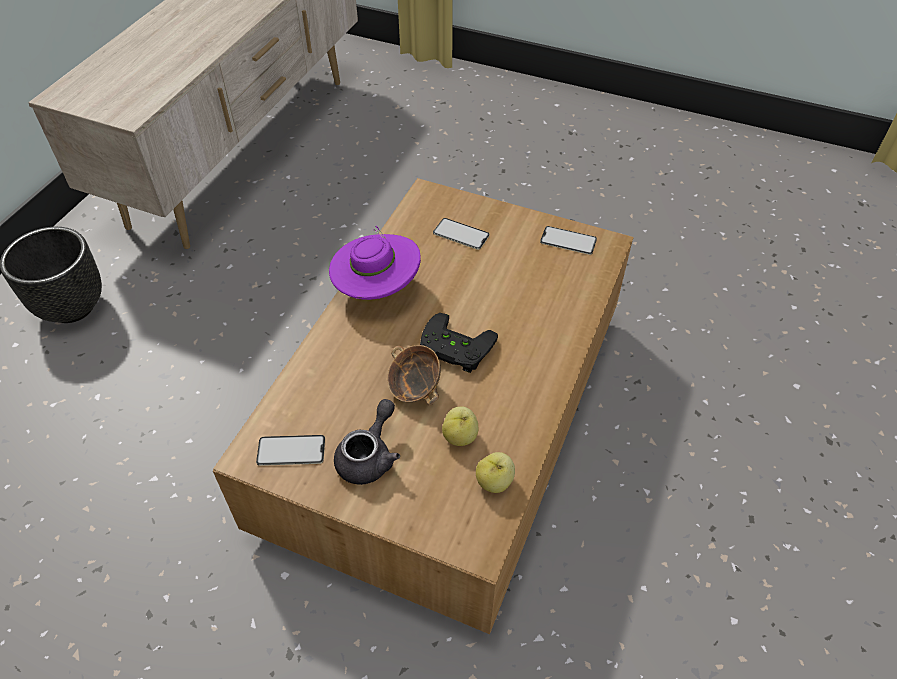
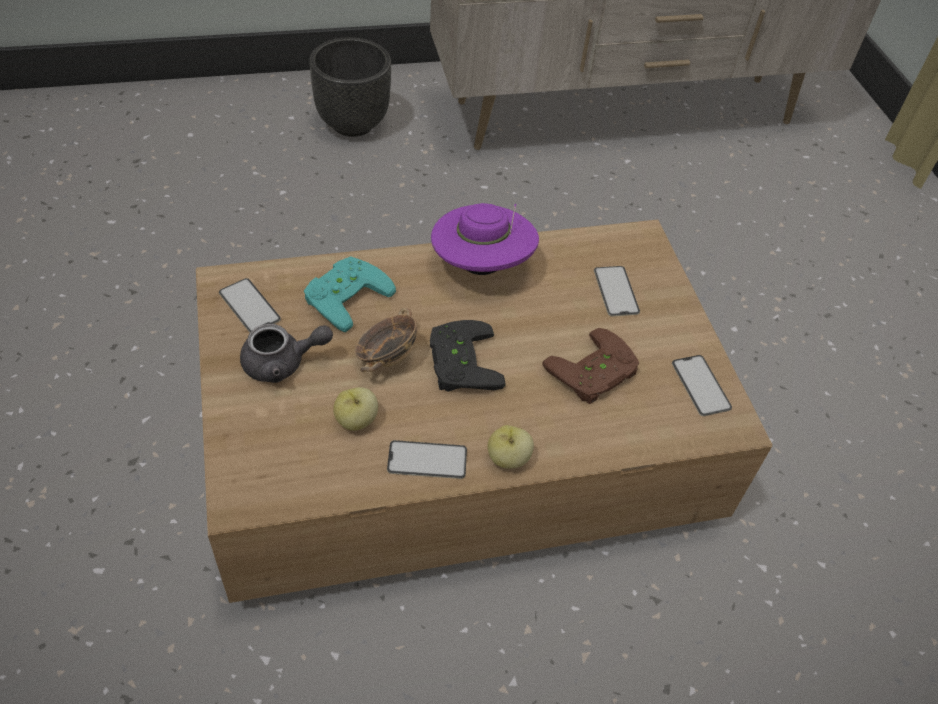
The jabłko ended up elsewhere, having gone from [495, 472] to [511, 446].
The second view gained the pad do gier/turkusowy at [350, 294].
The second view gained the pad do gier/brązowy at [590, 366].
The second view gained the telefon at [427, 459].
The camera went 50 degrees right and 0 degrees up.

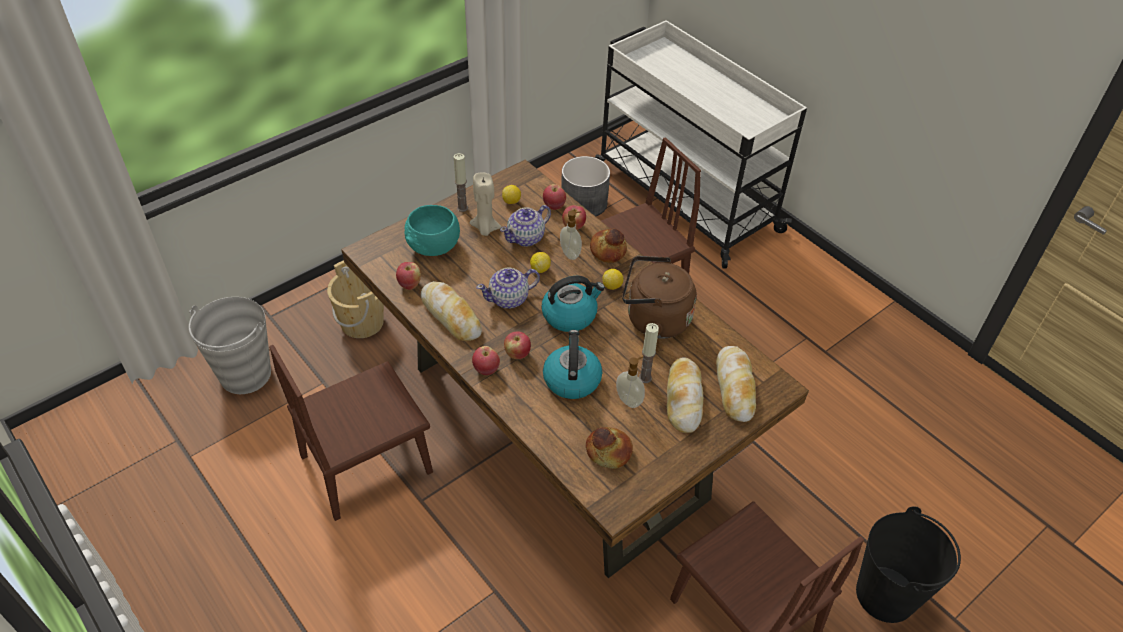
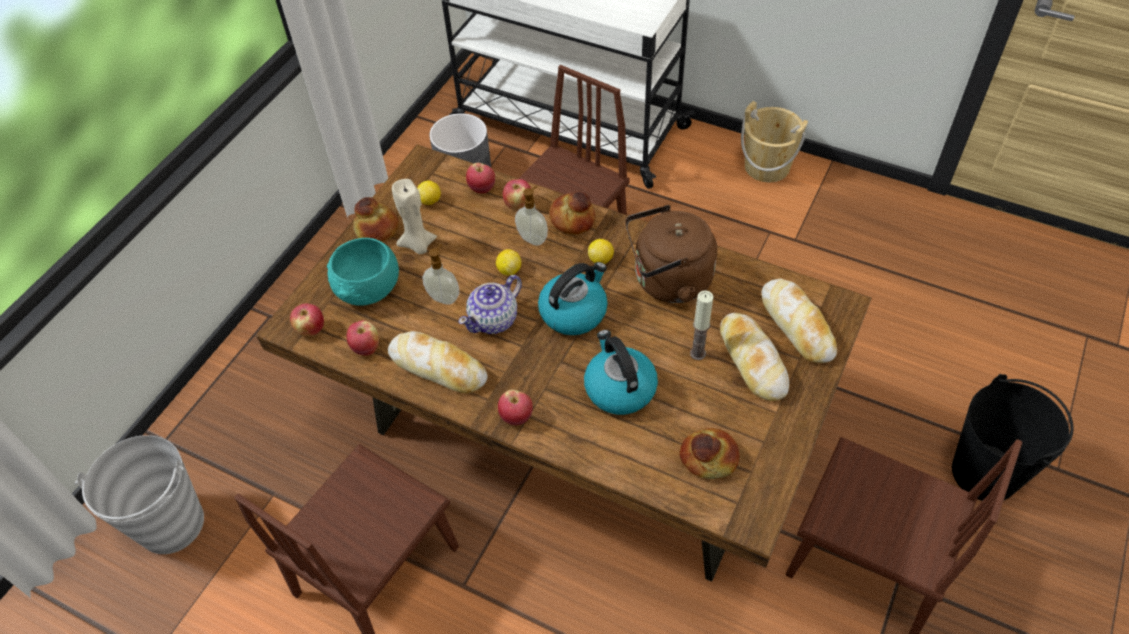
Where the świeca stood at [461, 182], the chleb came to stand at [376, 219].
The second view lost the imbryk at [525, 226].
The wiadro/beżowy ended up elsewhere, having gone from [355, 299] to [774, 141].
The jabłko ended up elsewhere, having gone from [517, 345] to [307, 320].
The dozownik mydła ended up elsewhere, having gone from [630, 382] to [441, 274].
The camera went 20 degrees left and 5 degrees up.

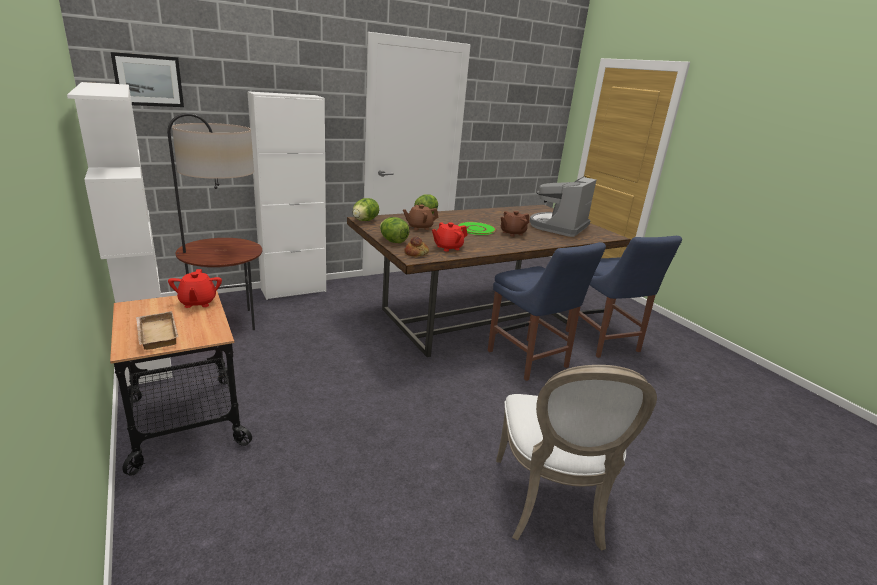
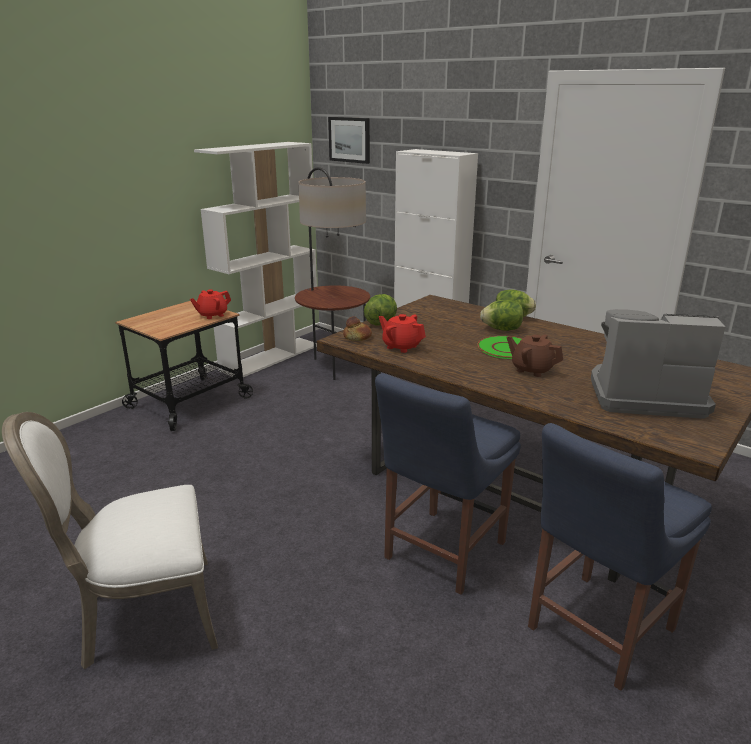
The sałata ended up elsewhere, having gone from [366, 209] to [501, 315].
The second view lost the imbryk/brązowy at [420, 217].
The second view lost the taca/beżowy at [157, 330].
The camera went 70 degrees right and 0 degrees up.

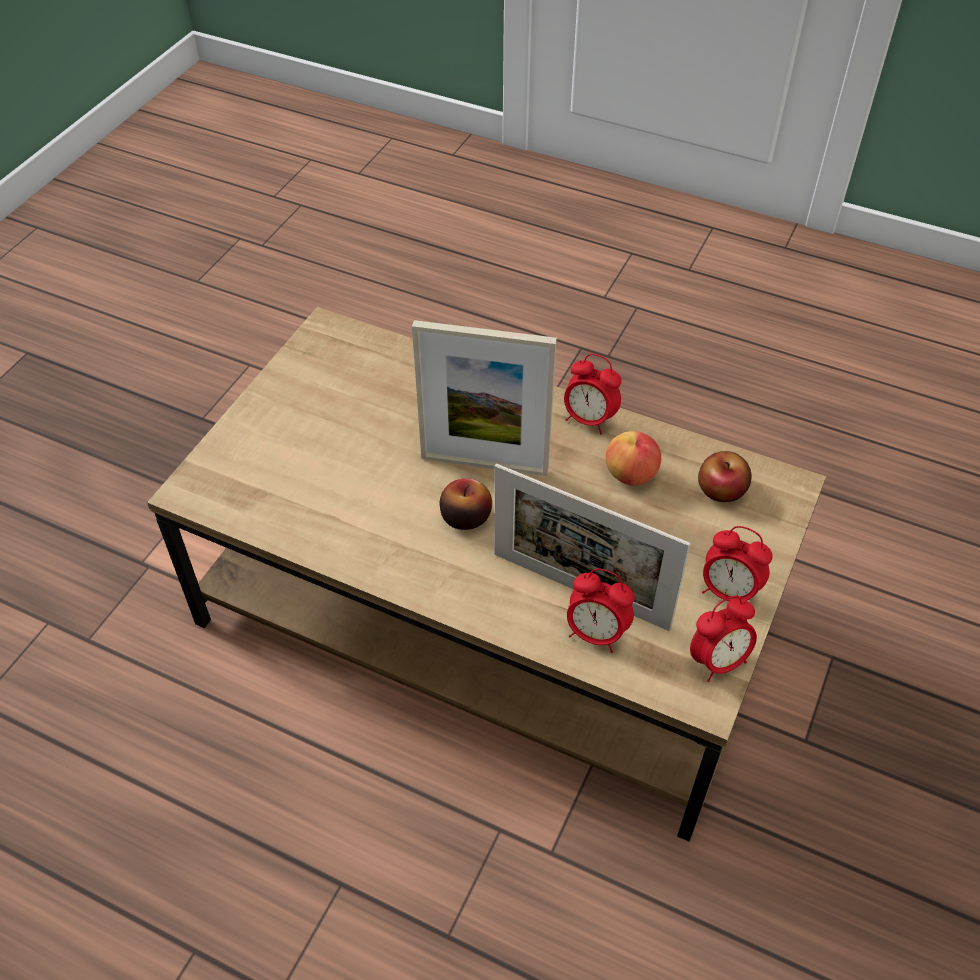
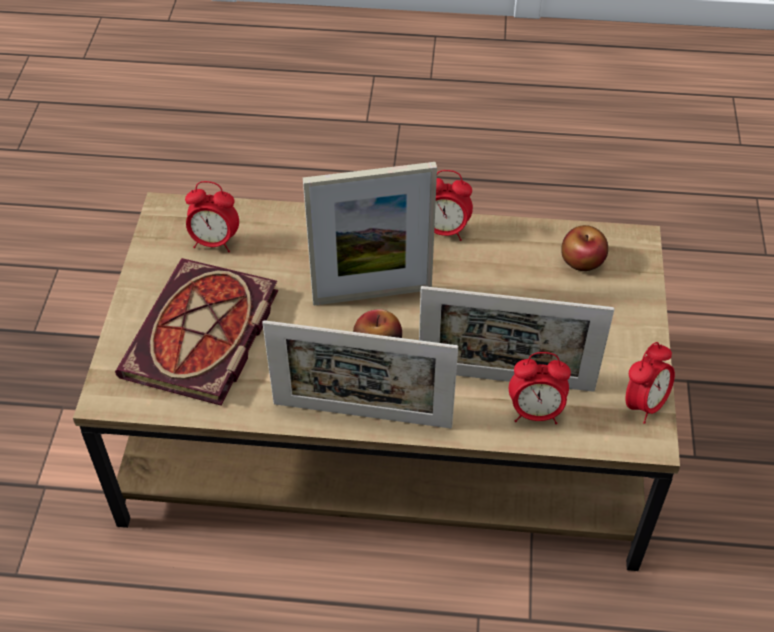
The second view lost the jabłko at [633, 458].
The budzik ended up elsewhere, having gone from [737, 563] to [212, 216].
The second view gained the książka at [196, 332].
The second view gained the ramka na zdjęcie at [360, 374].
The camera went 20 degrees left and 0 degrees up.

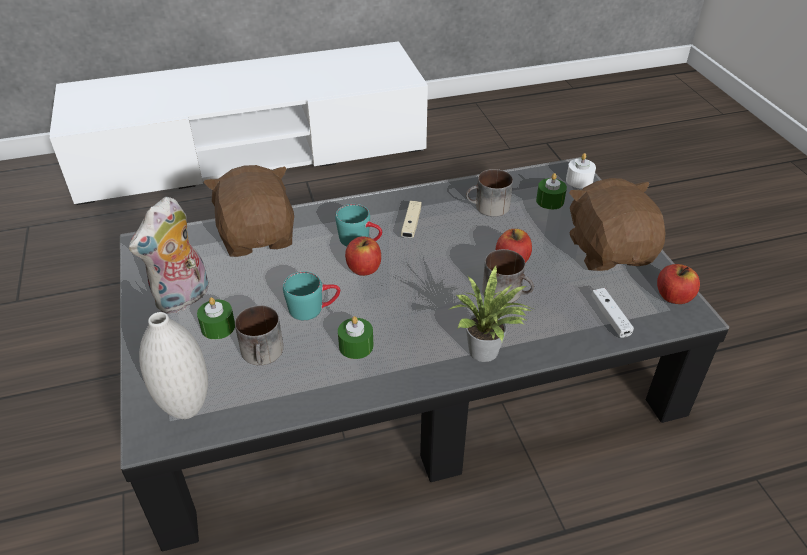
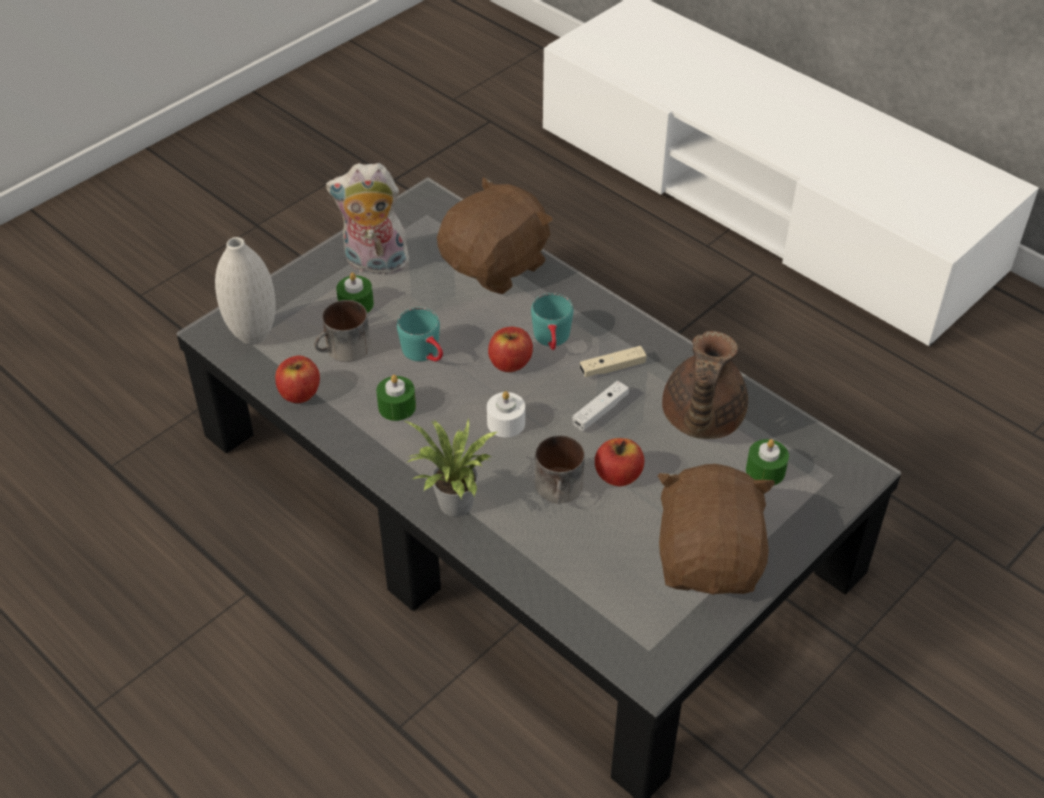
The świeca/biały ended up elsewhere, having gone from [581, 171] to [506, 414].
Where the kubek stood at [489, 193], the imbryk/brązowy came to stand at [705, 385].
The pluszak/brązowy at [617, 224] ended up facing another way, 45 degrees counterclockwise from before.
The jabłko ended up elsewhere, having gone from [678, 284] to [297, 379].
The pad do gier/biały ended up elsewhere, having gone from [612, 313] to [600, 405].
The camera went 60 degrees right and 5 degrees up.

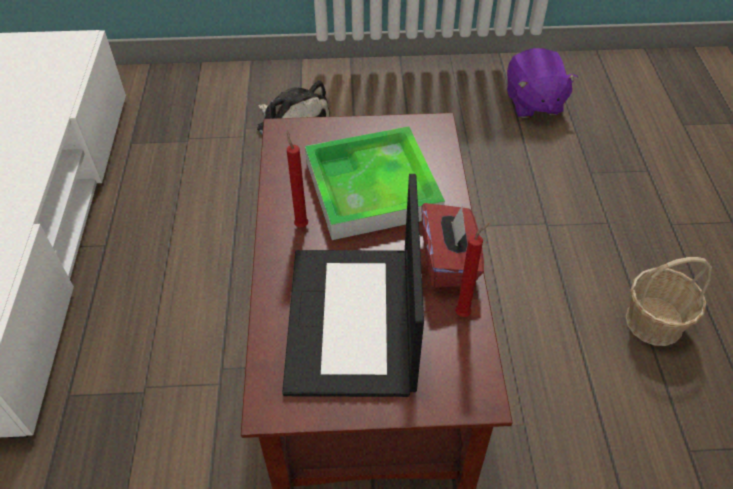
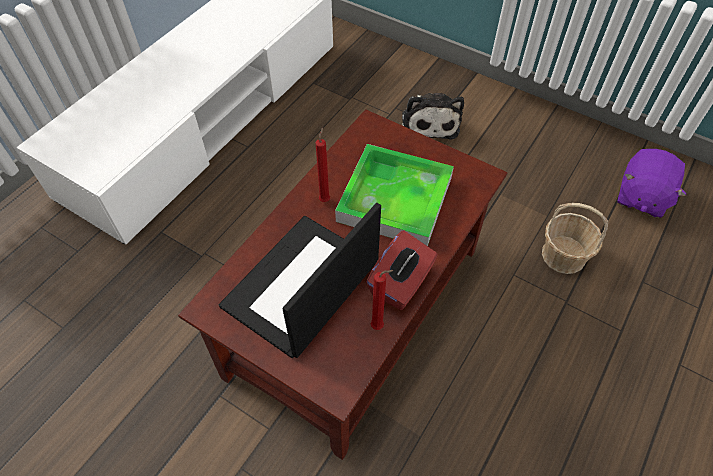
The koszyk ended up elsewhere, having gone from [668, 301] to [575, 238].
The camera went 35 degrees right and 5 degrees up.

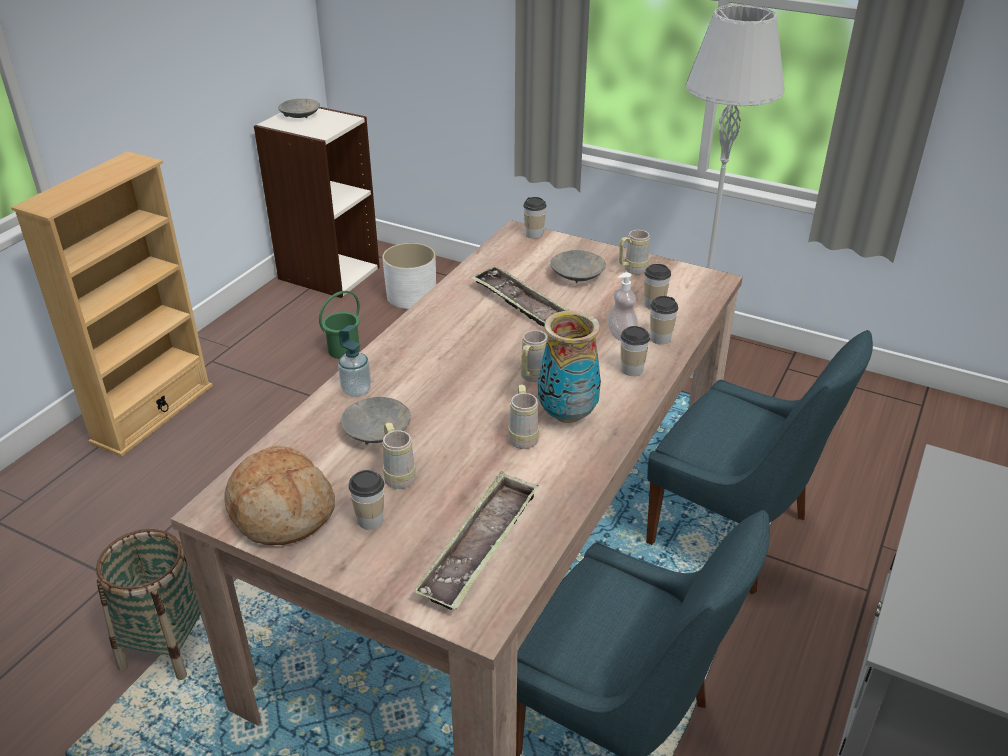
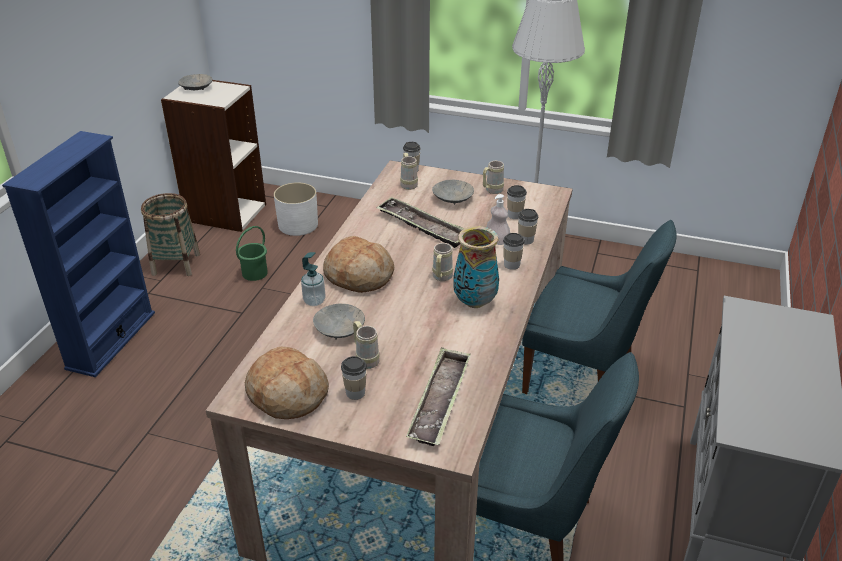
What was the regał/beżowy at [112, 304] turned into the regał/niebieski at [78, 254].
The kubek/beżowy ended up elsewhere, having gone from [523, 416] to [409, 171].
The koszyk ended up elsewhere, having gone from [150, 604] to [170, 234].
The second view gained the chleb at [358, 264].
The camera went 10 degrees left and 0 degrees up.

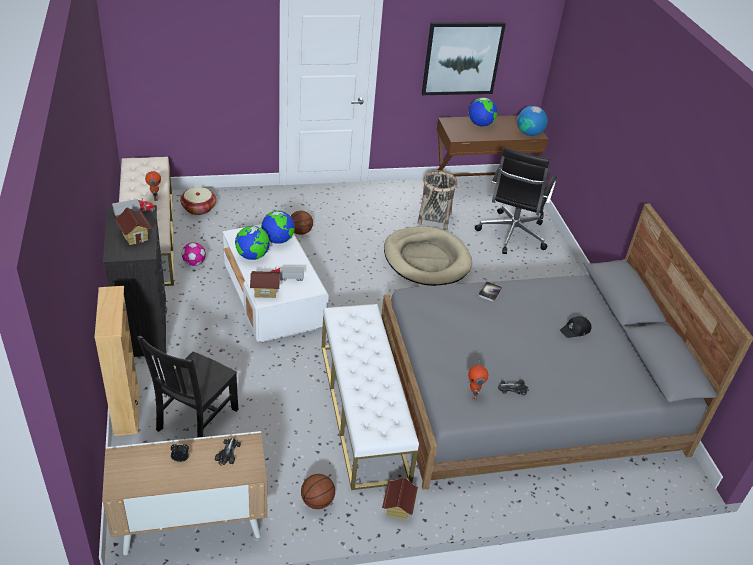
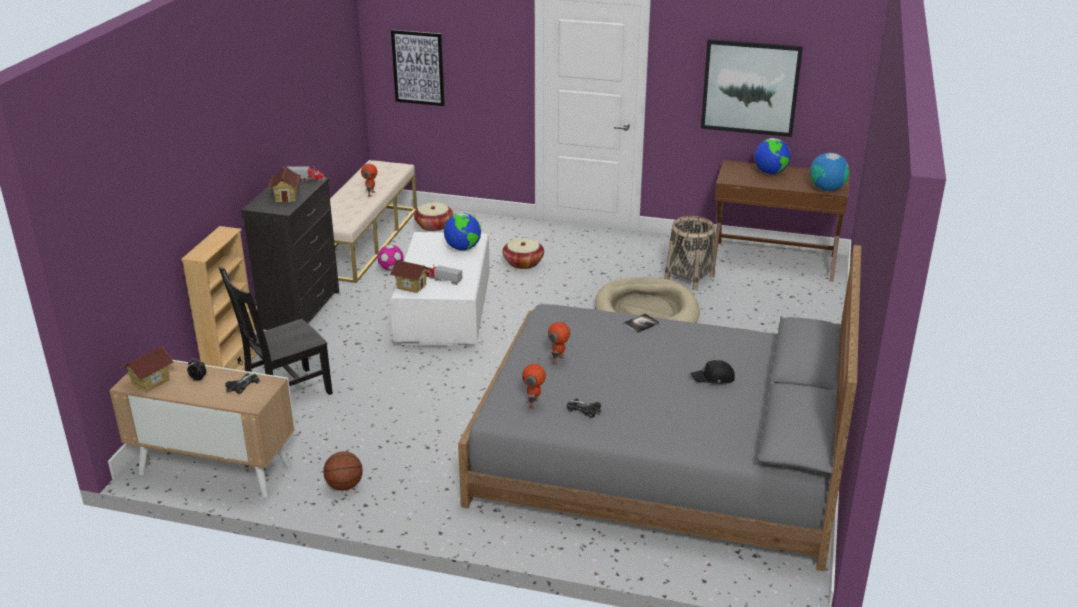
The second view lost the krzesło biurowe/czarny at [516, 200].
Where the piłka do koszykówki stood at [302, 223], the koszyk came to stand at [523, 253].
The second view lost the globus at [252, 243].
The second view lost the ławka/biały at [370, 397].
The domek ended up elsewhere, having gone from [400, 498] to [147, 369].
The second view gained the obraz at [418, 68].
The second view gained the robot zabawkowy at [559, 341].
The camera went 30 degrees right and 10 degrees down.

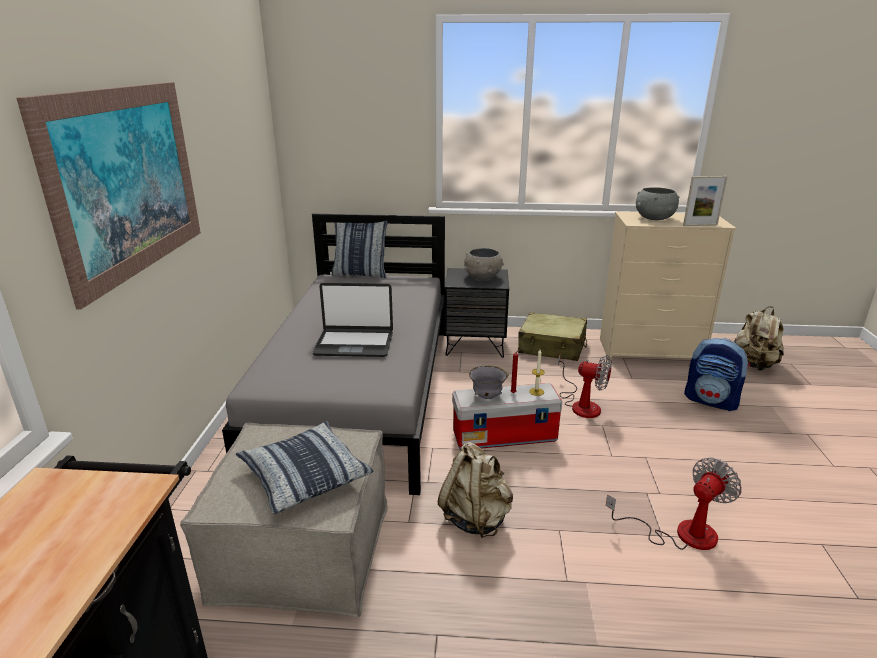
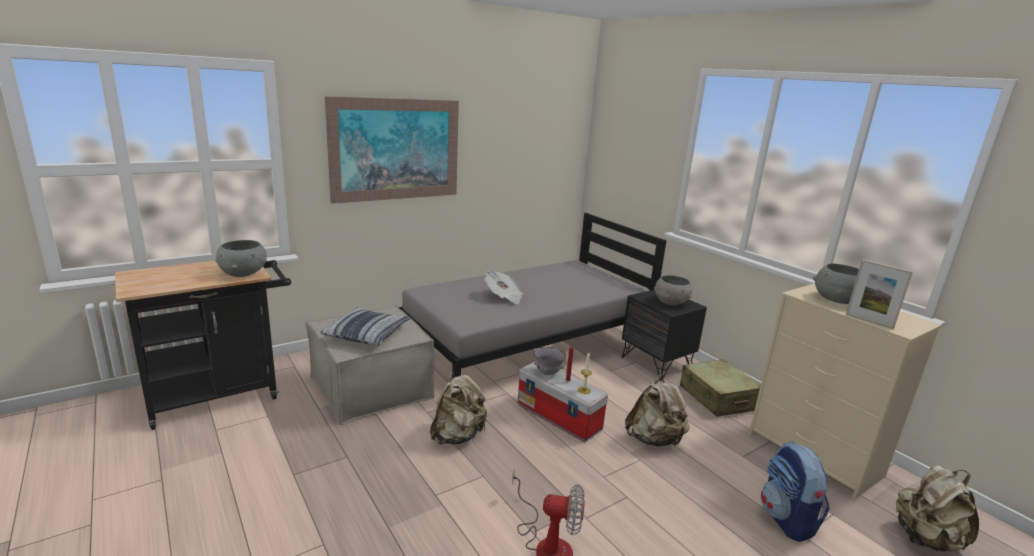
The second view lost the poduszka at [359, 249].
Where the laptop stood at [353, 320], the gazeta came to stand at [504, 287].
Where the wentylator stood at [585, 386], the plecak/beżowy came to stand at [657, 410].
The second view gained the miska/szary at [241, 258].
The camera went 50 degrees right and 5 degrees down.

